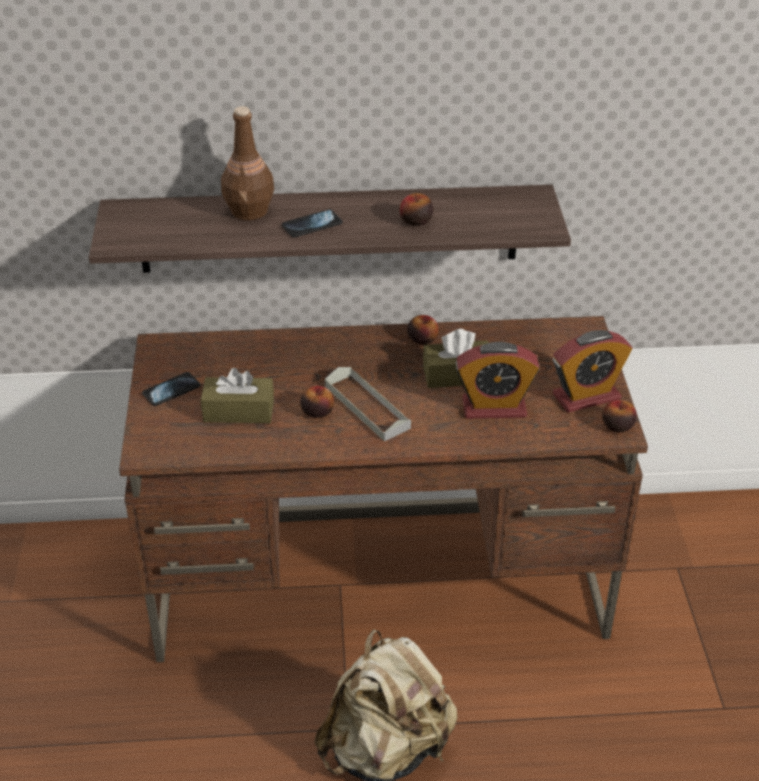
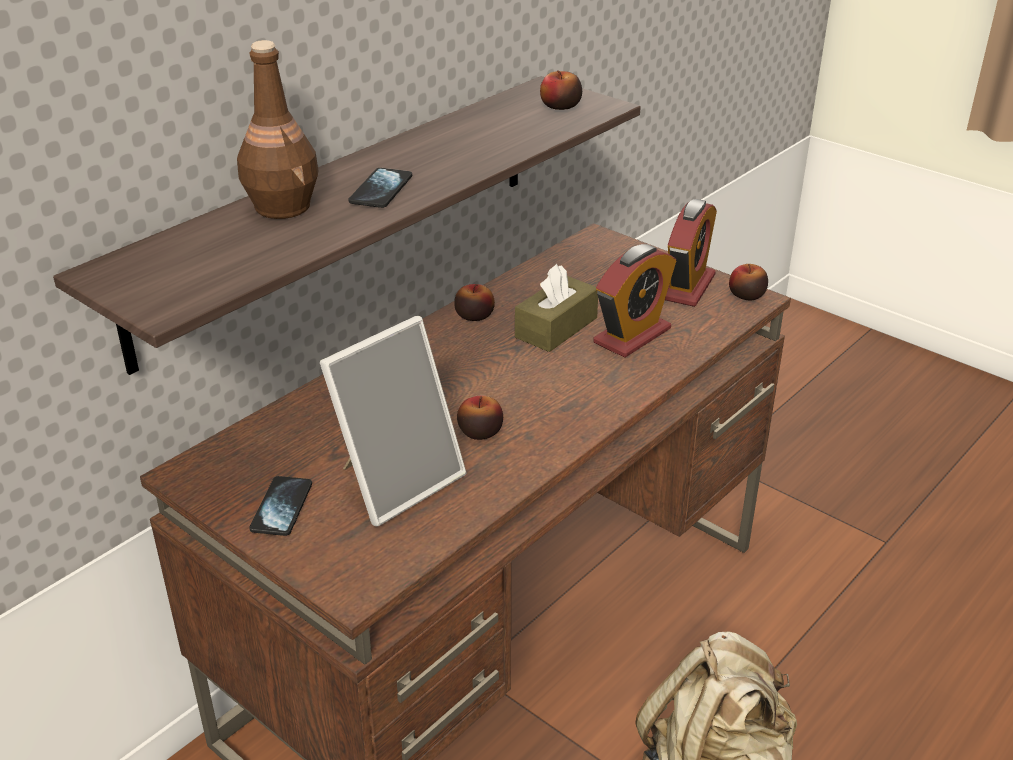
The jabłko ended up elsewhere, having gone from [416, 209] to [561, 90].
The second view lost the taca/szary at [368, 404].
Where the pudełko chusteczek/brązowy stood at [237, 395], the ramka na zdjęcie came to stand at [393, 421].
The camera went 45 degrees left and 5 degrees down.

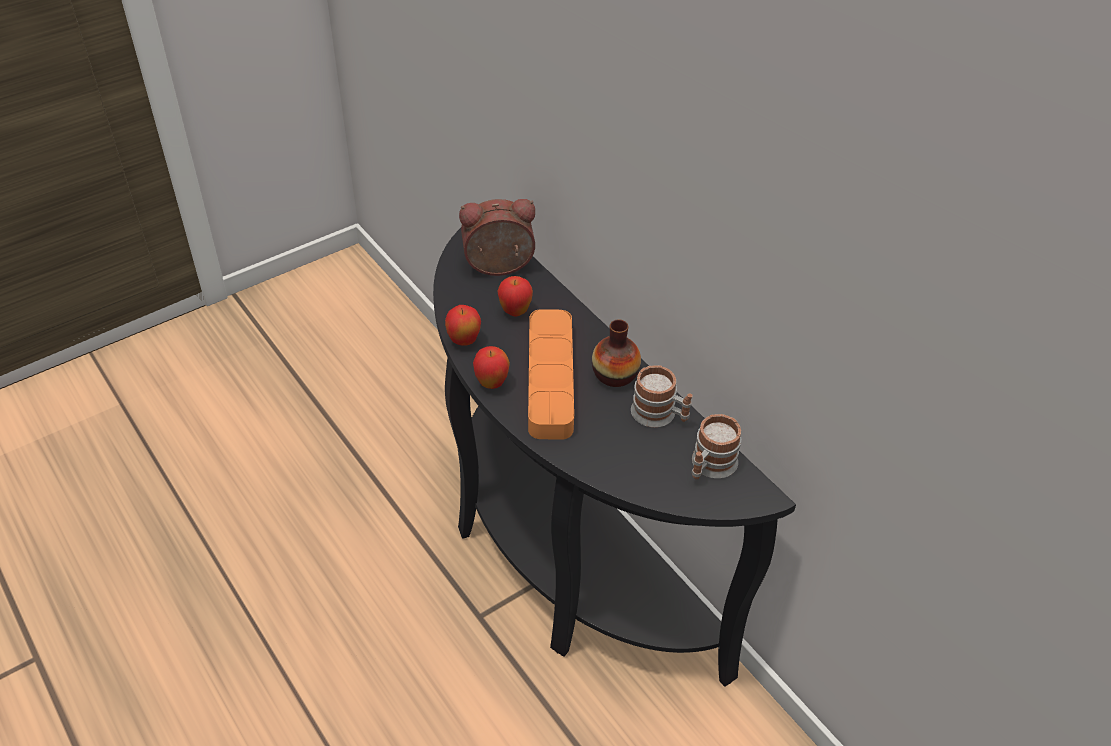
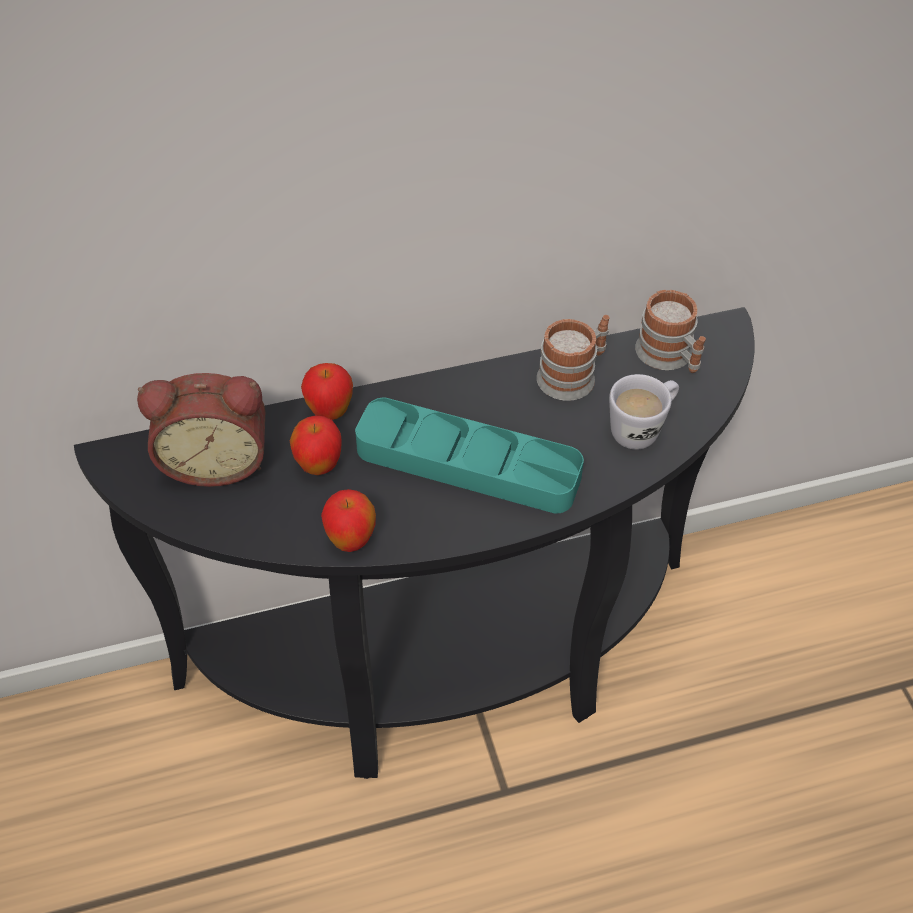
The budzik at [497, 237] ended up facing another way, 105 degrees counterclockwise from before.
What was the taca/pomarańczowy at [551, 374] turned into the taca/turkusowy at [469, 456].
The second view lost the wazon at [616, 353].
The jabłko ended up elsewhere, having gone from [491, 367] to [327, 391].
The second view gained the kubek/biały at [644, 412].
The camera went 70 degrees left and 5 degrees up.

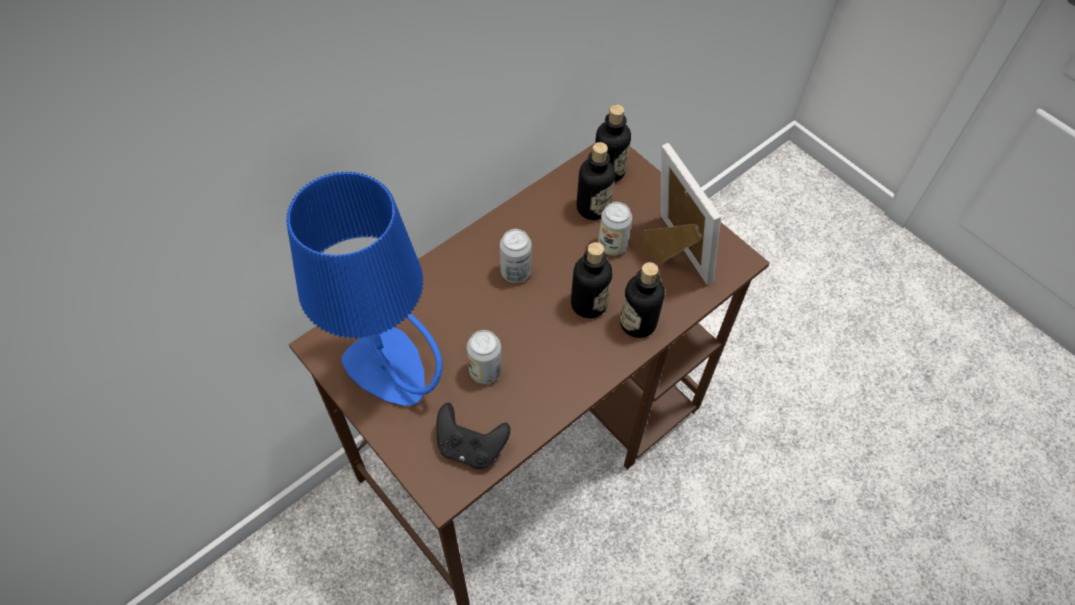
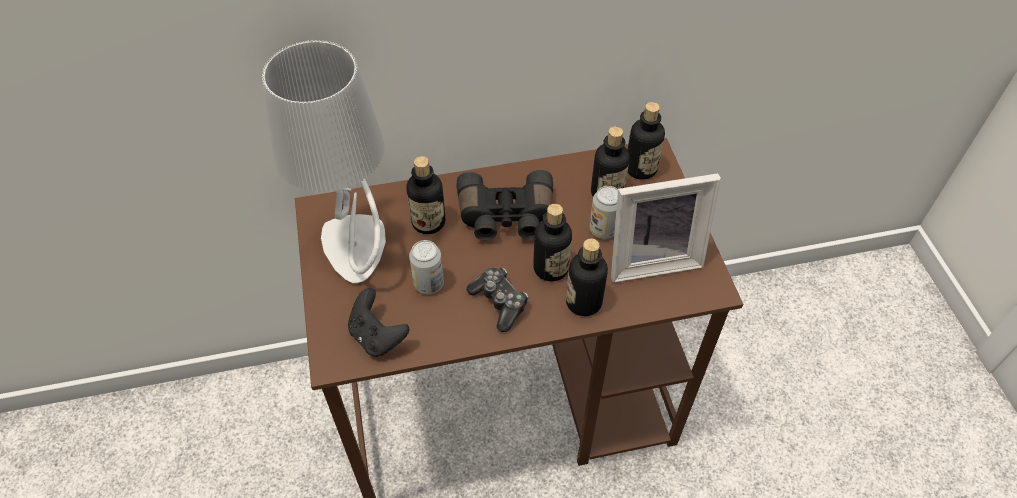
The ramka na zdjęcie at [682, 214] ended up facing another way, 75 degrees clockwise from before.
What was the lampa stołowa/niebieski at [364, 288] turned into the lampa stołowa/szary at [324, 161].
Where the puszka stood at [516, 256], the lornetka/czarny came to stand at [505, 205].
The second view gained the butelka at [426, 195].
The second view gained the pad do gier at [497, 299].
The camera went 30 degrees right and 5 degrees down.

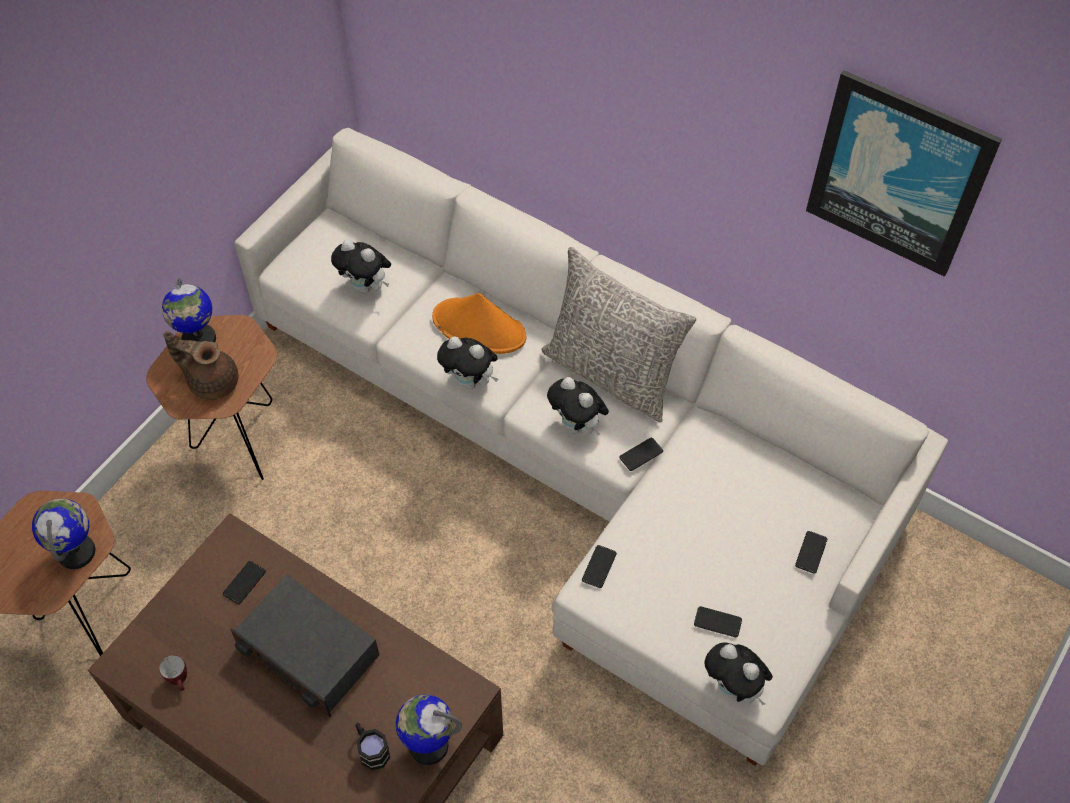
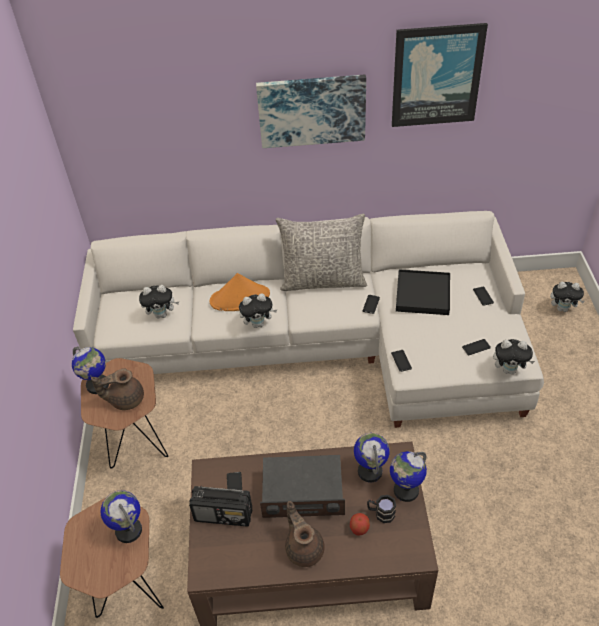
The pluszak ended up elsewhere, having gone from [578, 406] to [567, 297].
The second view lost the kubek at [173, 673].
The second view gained the obraz at [311, 111].
The second view gained the taca/czarny at [423, 292].
The second view gained the globus at [372, 457].
The second view gained the radio at [220, 506].
The second view gained the imbryk/brązowy at [305, 534].
The second view gained the jabłko at [360, 524].
The camera went 35 degrees left and 10 degrees down.

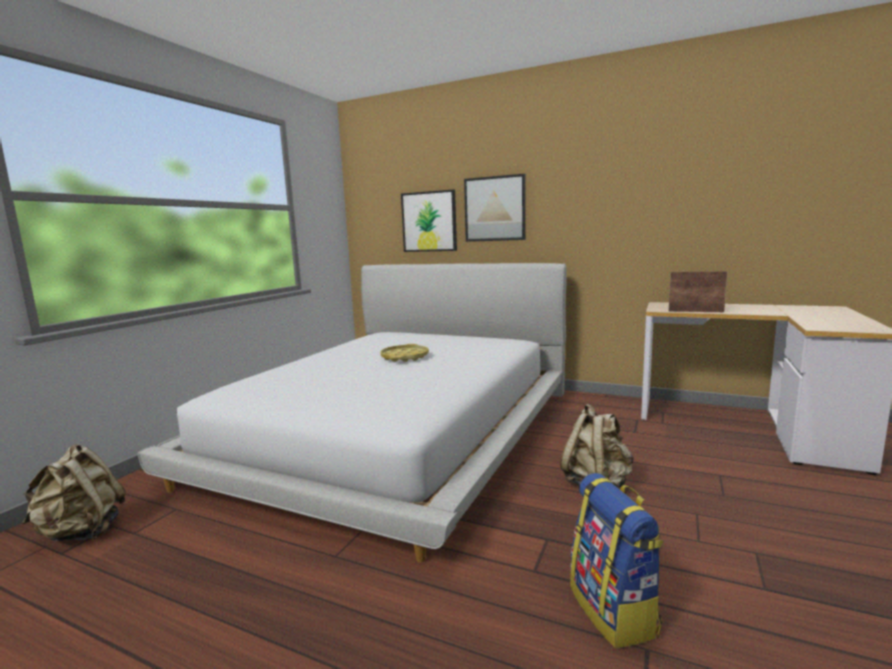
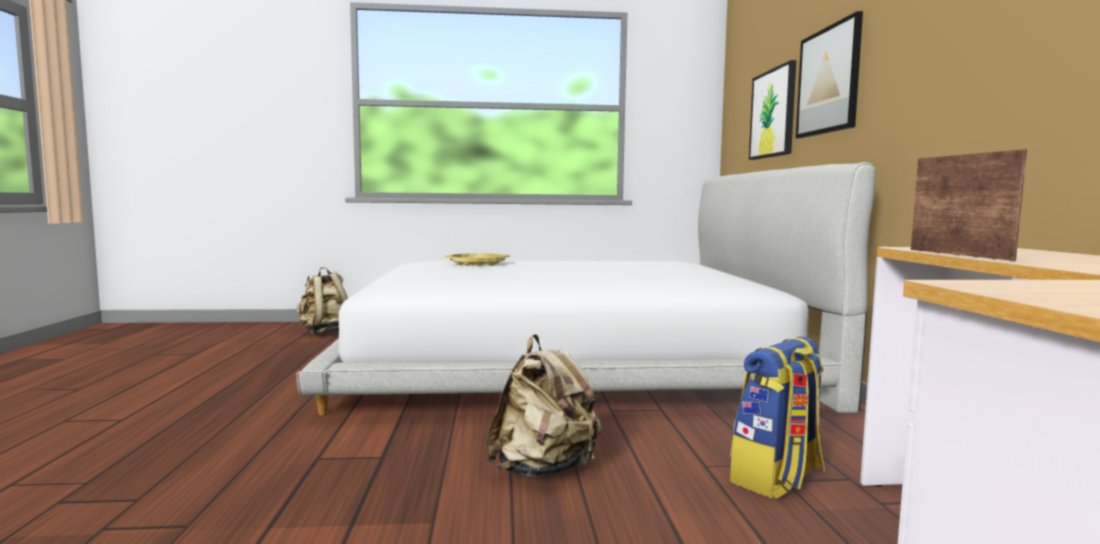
The taca/żółty ended up elsewhere, having gone from [404, 353] to [477, 259].
The plecak ended up elsewhere, having gone from [616, 561] to [777, 417].
The camera went 60 degrees right and 5 degrees down.

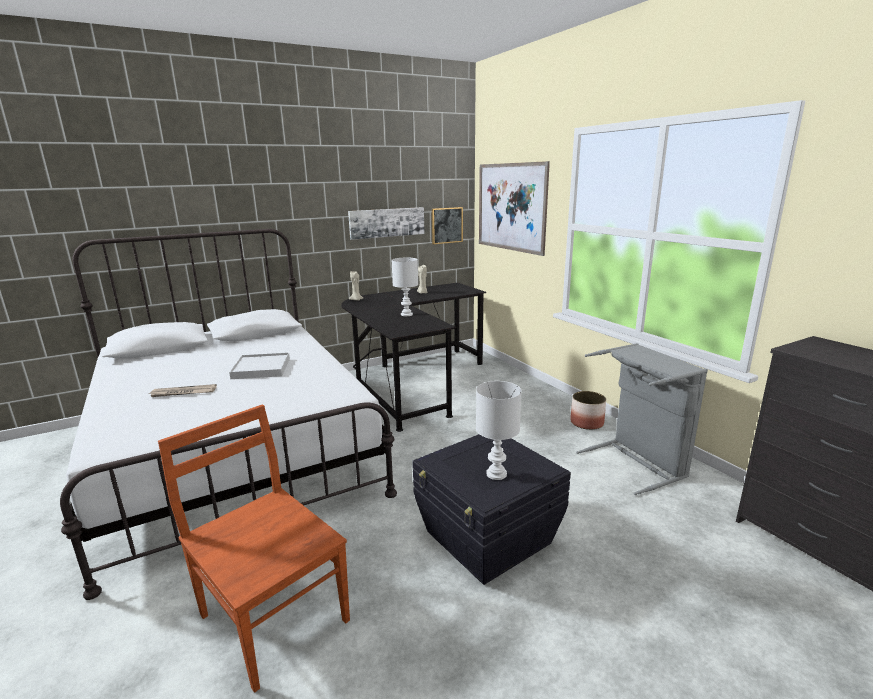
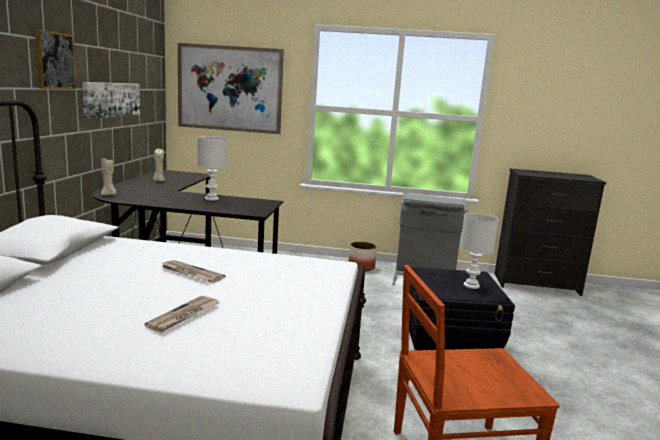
The obraz ended up elsewhere, having gone from [447, 225] to [56, 59].
Where the taca/biały stood at [259, 366], the gazeta came to stand at [192, 271].
The camera went 55 degrees left and 5 degrees down.

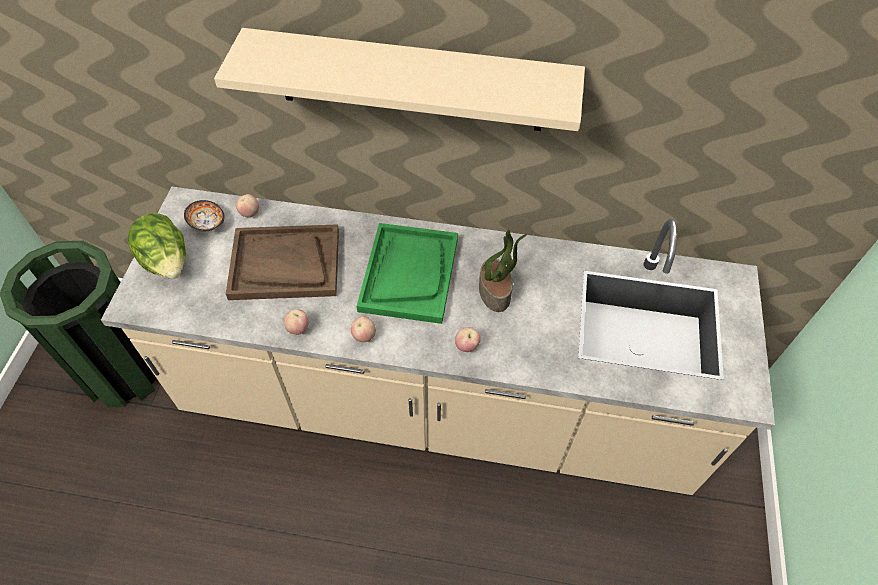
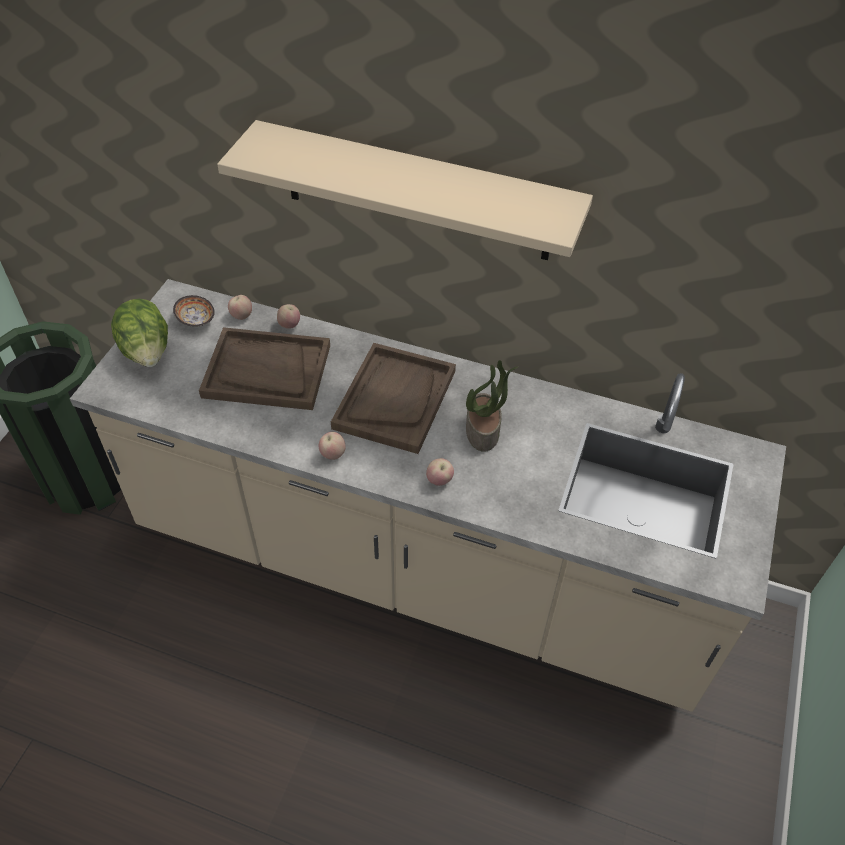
What was the taca/zielony at [407, 273] turned into the taca/brązowy at [393, 398].
The jabłko ended up elsewhere, having gone from [296, 322] to [288, 316].
The camera went 10 degrees right and 5 degrees down.

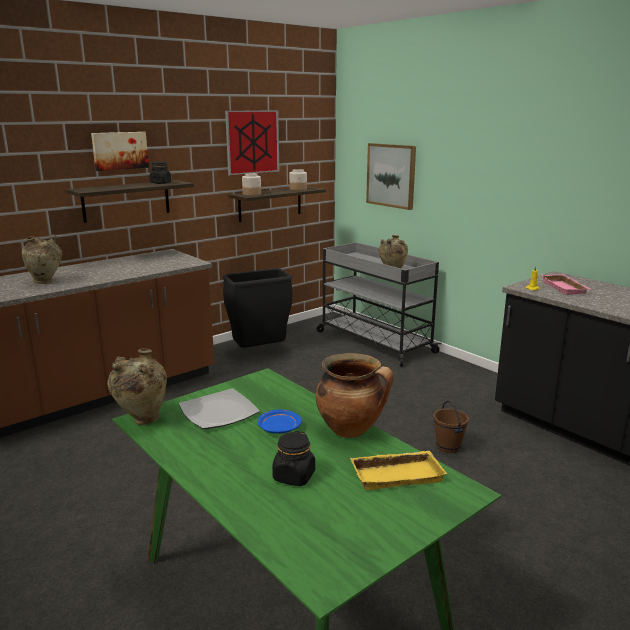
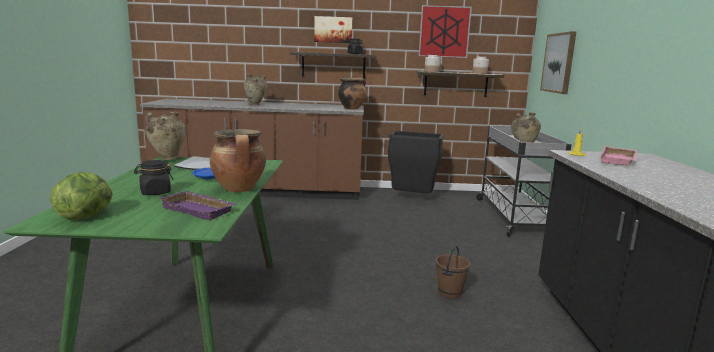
What was the taca/żółty at [398, 470] turned into the taca/fioletowy at [197, 205].
The second view gained the garnek at [352, 94].
The second view gained the sałata at [81, 196].
The camera went 40 degrees right and 5 degrees down.

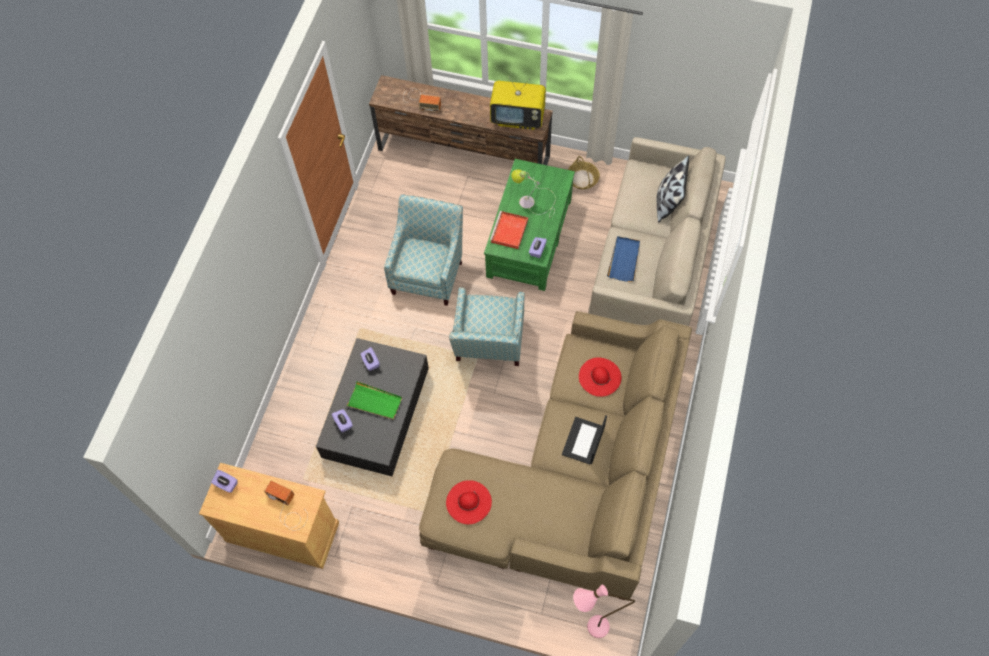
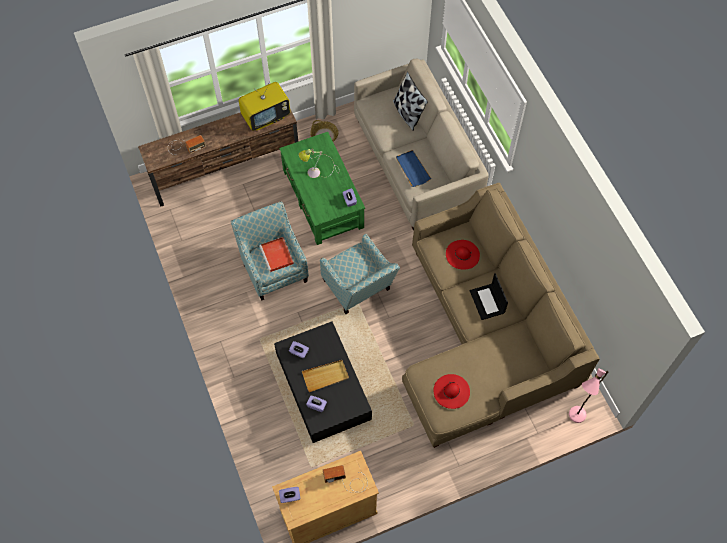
The taca/czerwony ended up elsewhere, having gone from [509, 230] to [276, 254].
What was the taca/zielony at [374, 400] turned into the taca/beżowy at [325, 376].
The camera went 40 degrees left and 0 degrees up.

